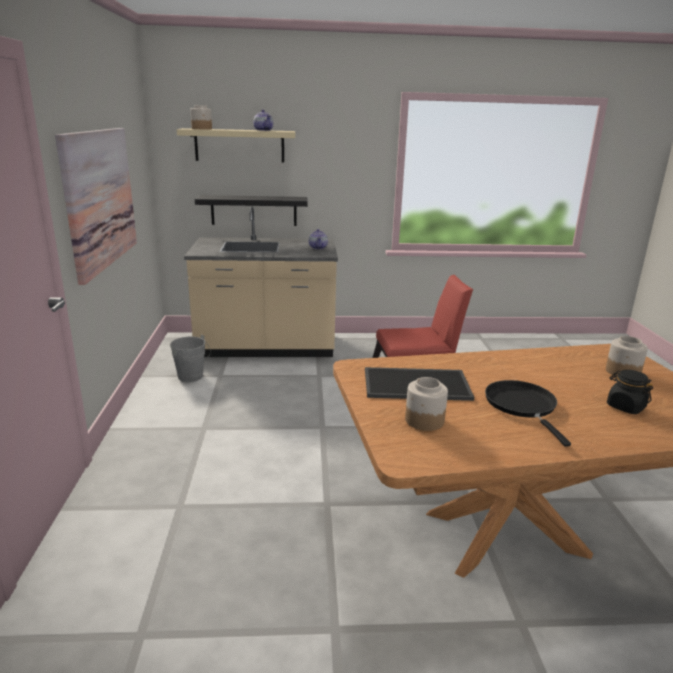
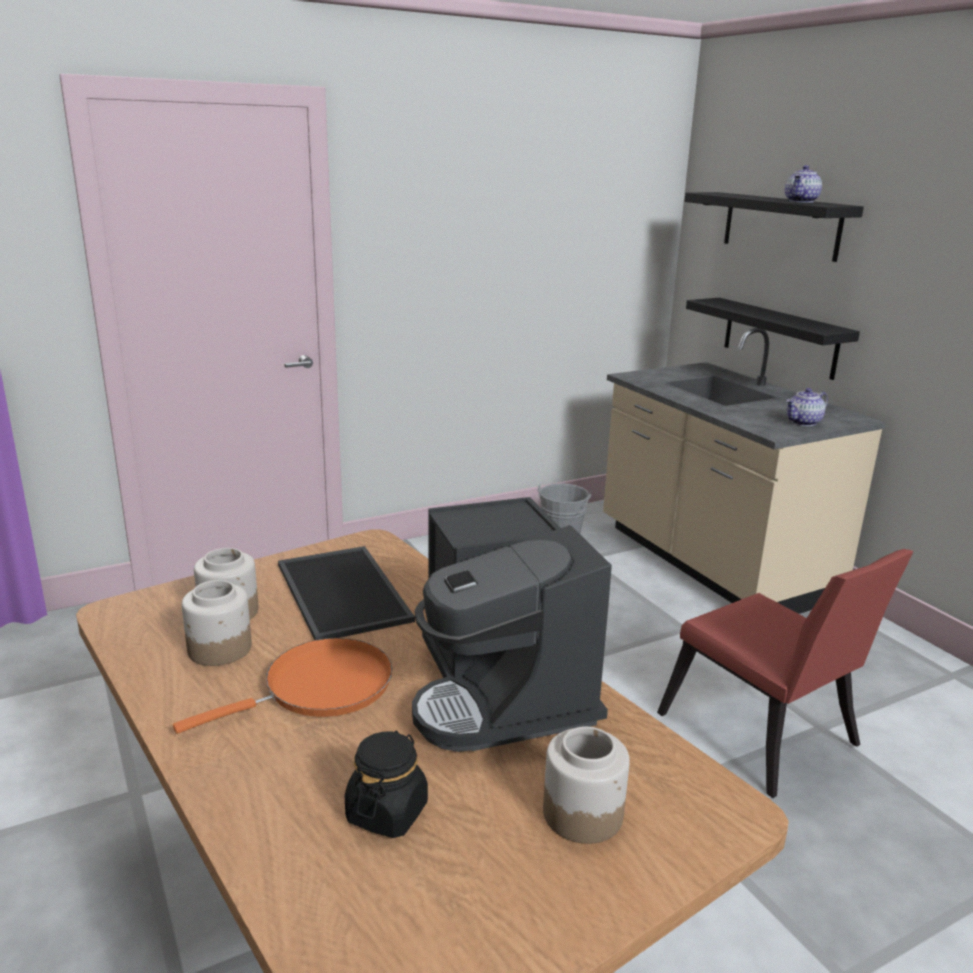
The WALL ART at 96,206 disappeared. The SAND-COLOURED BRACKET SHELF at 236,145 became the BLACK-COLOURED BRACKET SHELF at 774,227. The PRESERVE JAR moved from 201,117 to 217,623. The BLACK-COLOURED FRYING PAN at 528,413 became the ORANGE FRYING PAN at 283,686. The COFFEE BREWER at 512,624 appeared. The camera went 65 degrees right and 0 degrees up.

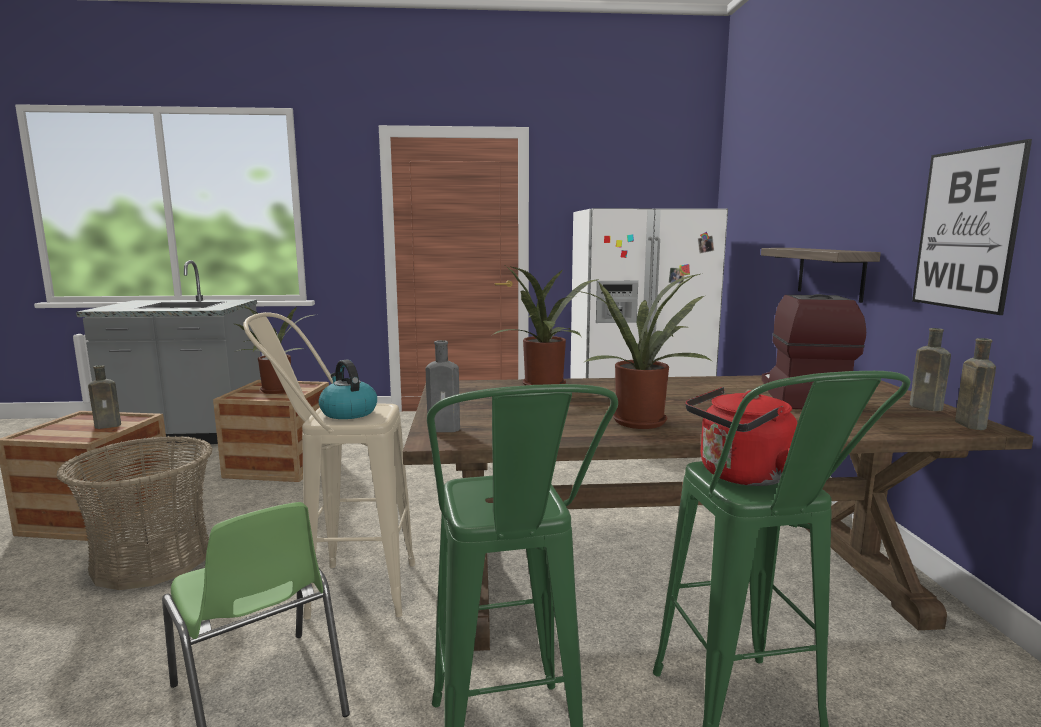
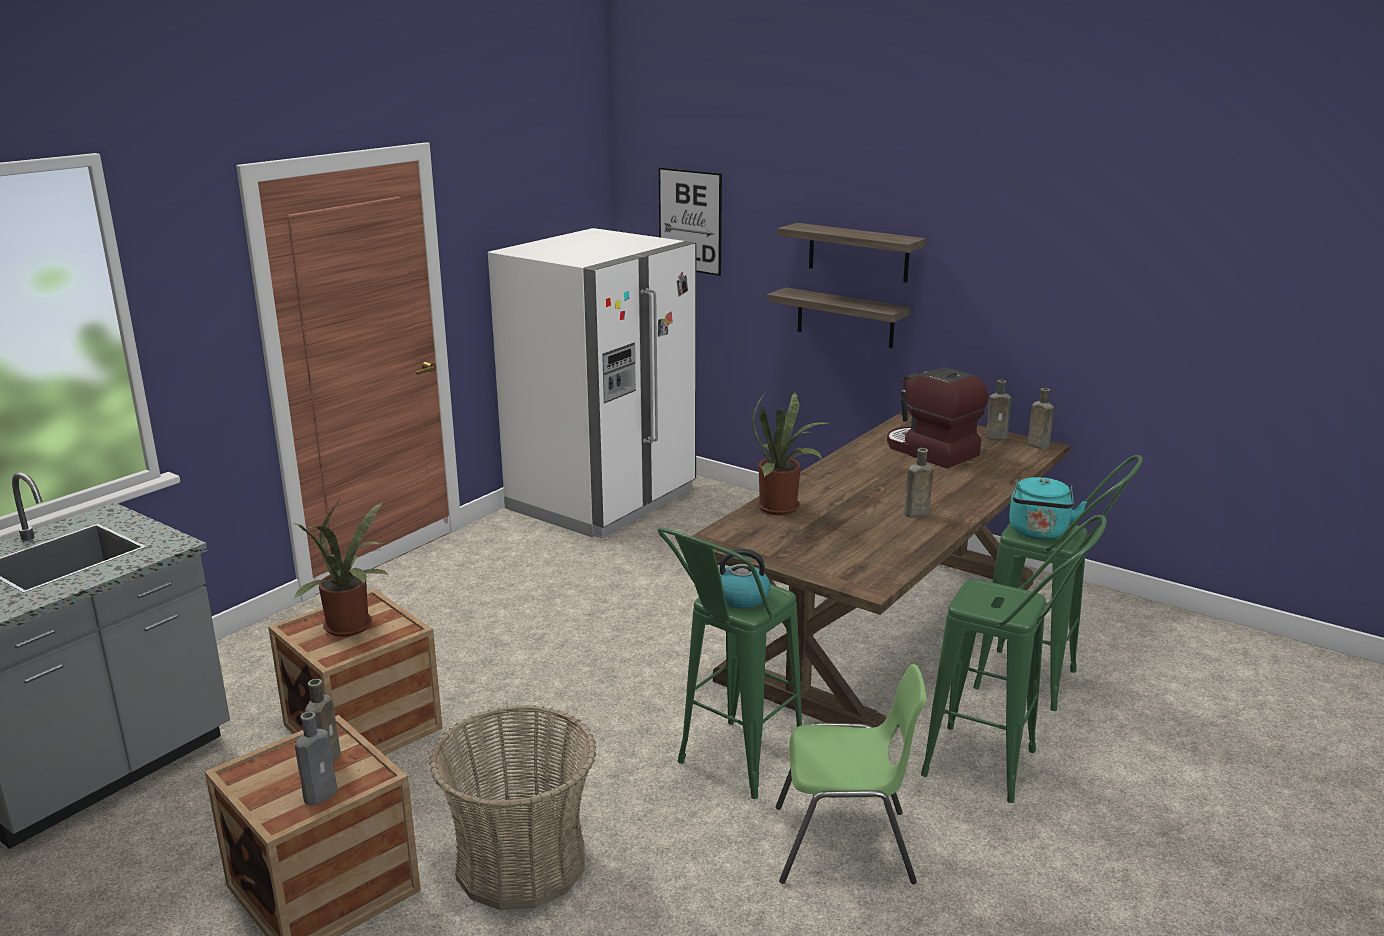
The SAND-COLOURED STOOL at 329,465 became the GREENISH STOOL at 730,663. The GREY BOTTLE moved from 443,386 to 316,758. The POTTED PLANT at 645,351 was replaced by the BROWN-COLOURED BOTTLE at 918,483. The REDDISH TEA KETTLE at 741,436 became the TURQUOISE TEA KETTLE at 1048,508. The WALL ART moved from 972,227 to 690,221. The BRACKET SHELF at 852,252 appeared. The camera went 50 degrees left and 10 degrees up.

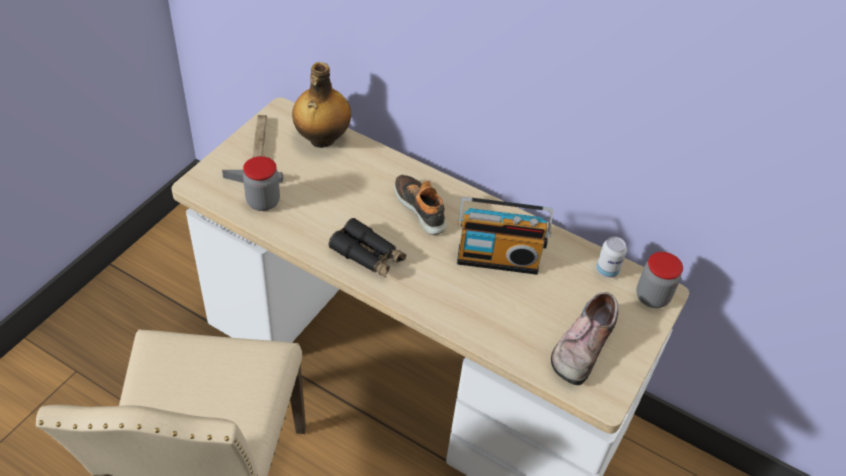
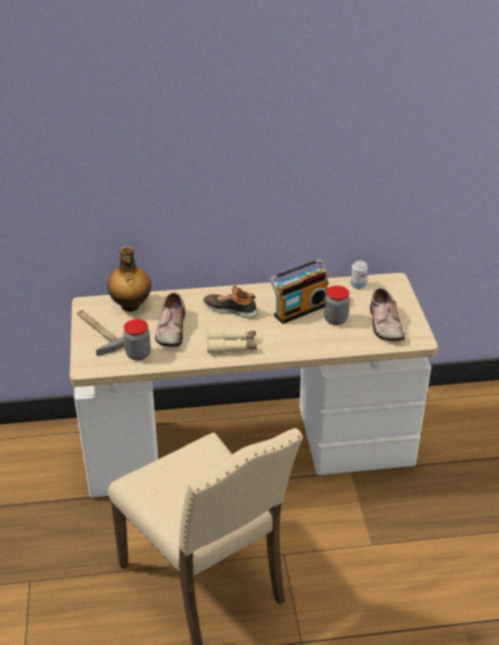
The BLACK-COLOURED PAIR OF BINOCULARS at 367,248 became the SAND-COLOURED PAIR OF BINOCULARS at 232,341. The PRESERVE JAR moved from 659,280 to 337,305. The LOW SHOE at 170,320 appeared. The camera went 35 degrees left and 10 degrees down.

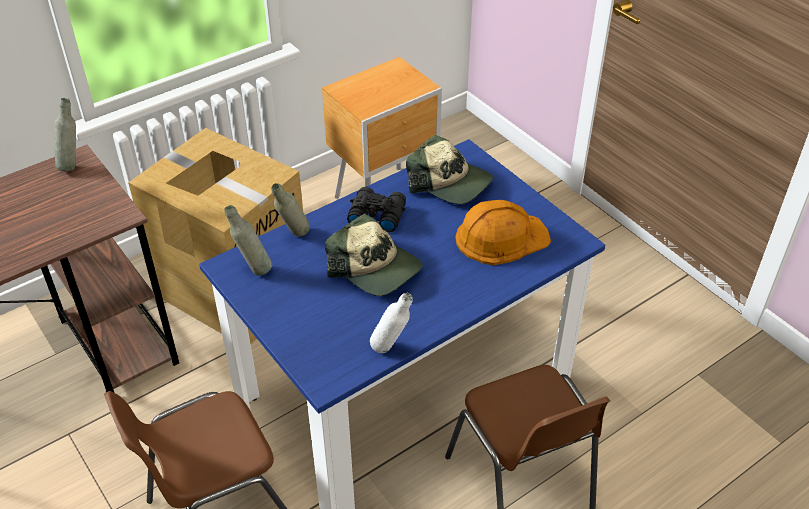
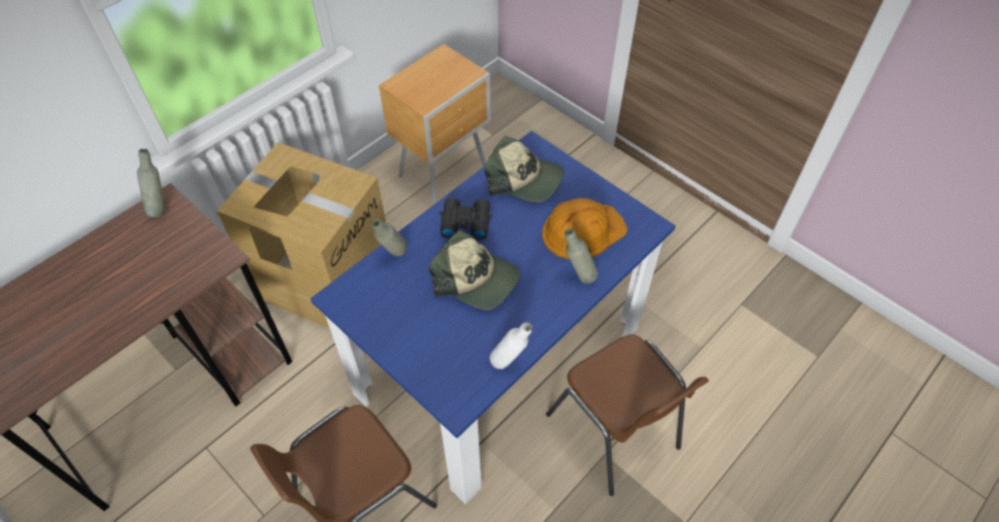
The GREY BOTTLE moved from 248,240 to 581,256. The camera went 10 degrees left and 10 degrees up.

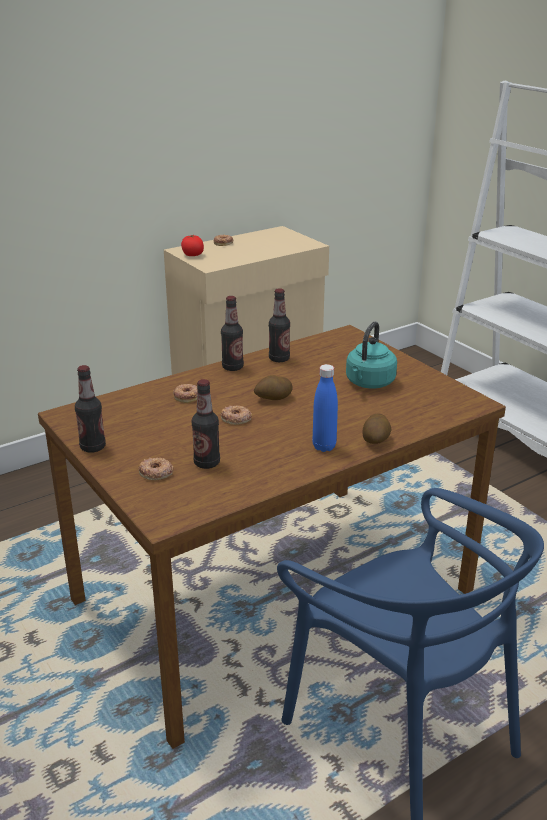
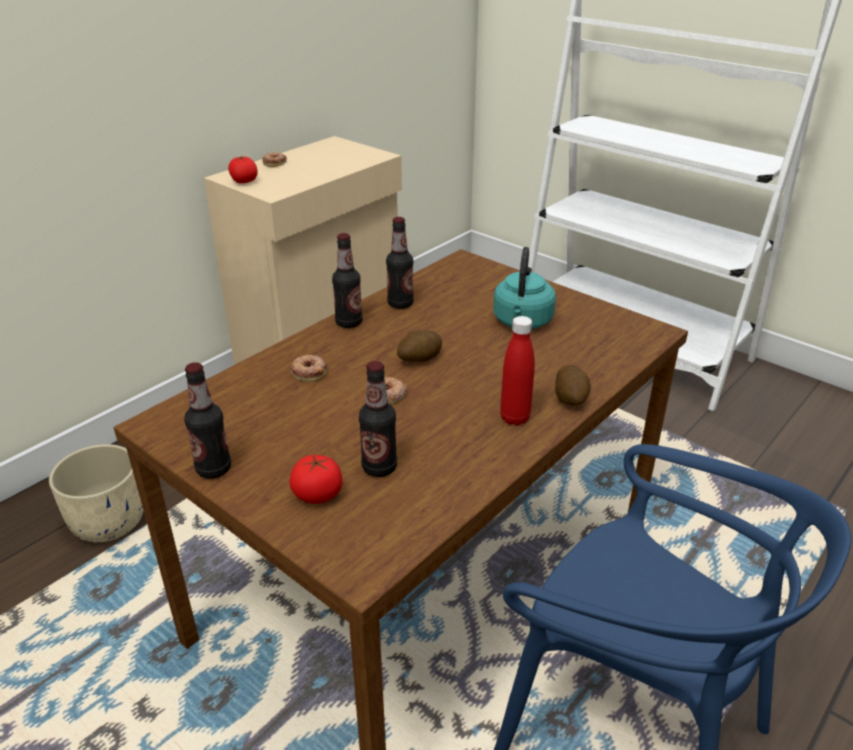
The DONUT at 156,469 was replaced by the TOMATO at 315,479. The BLUE-COLOURED BOTTLE at 325,408 became the REDDISH BOTTLE at 517,371. The SAND-COLOURED FLOWER POT at 96,493 appeared. The camera went 15 degrees left and 5 degrees up.

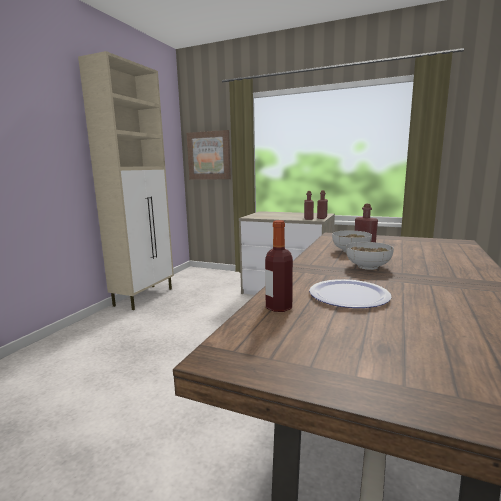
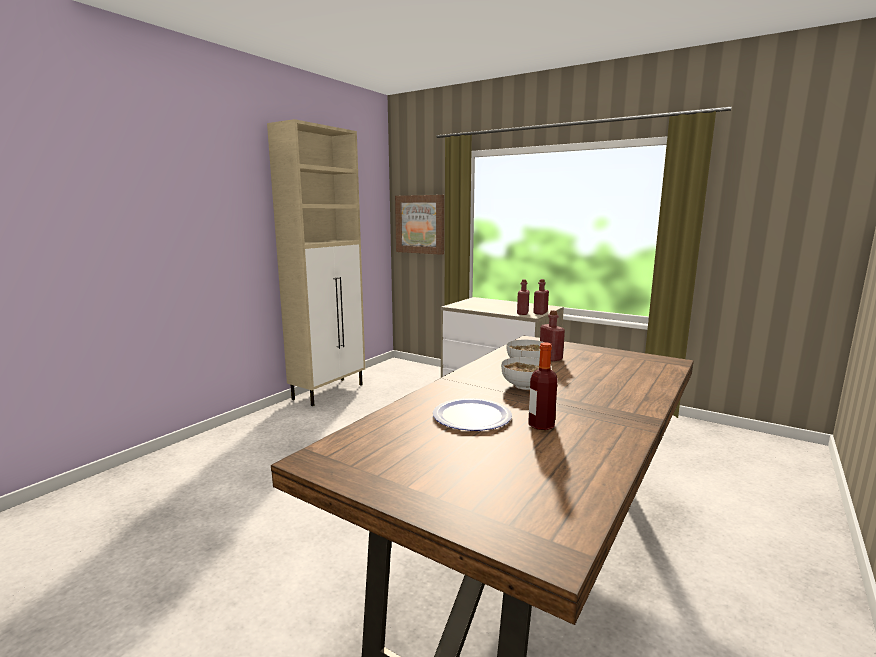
The BOTTLE moved from 279,266 to 543,386. The camera went 10 degrees right and 0 degrees up.

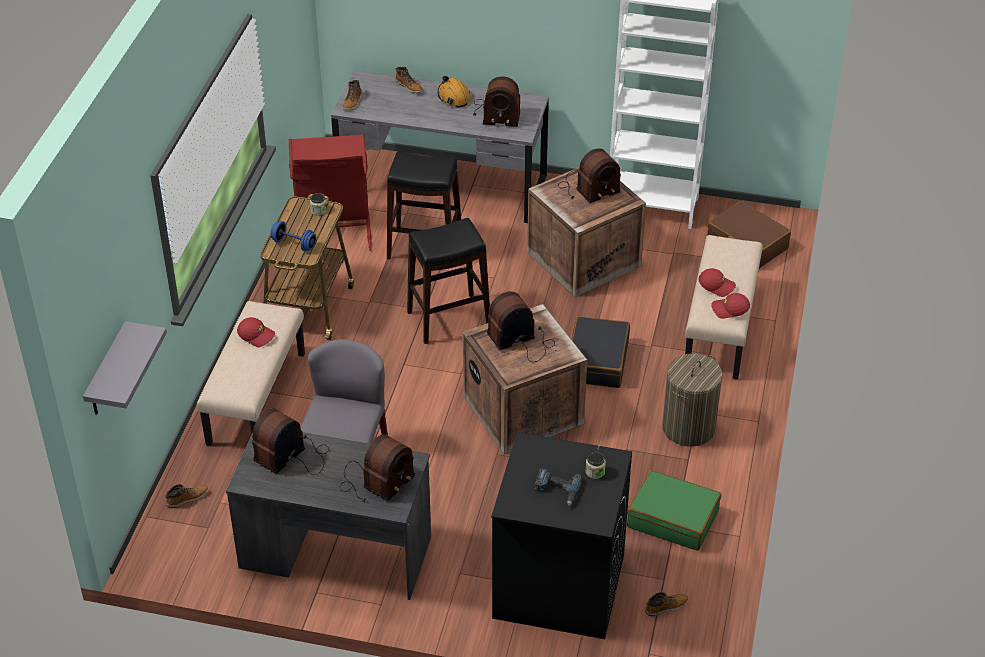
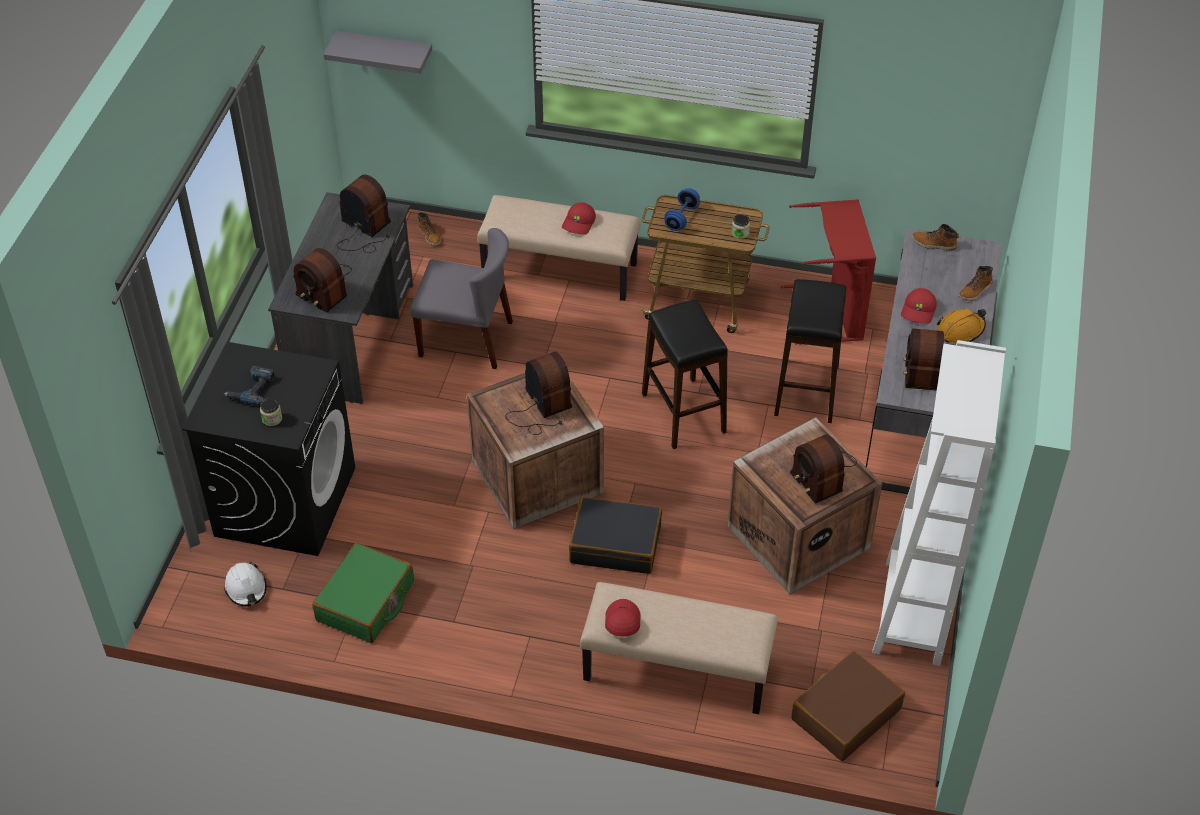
The BOOT at 667,604 was replaced by the WHITE WORK HELMET at 245,584. The HAMPER at 692,400 disappeared. The REDDISH BASEBALL CAP moved from 717,282 to 919,306. The camera went 90 degrees right and 5 degrees up.

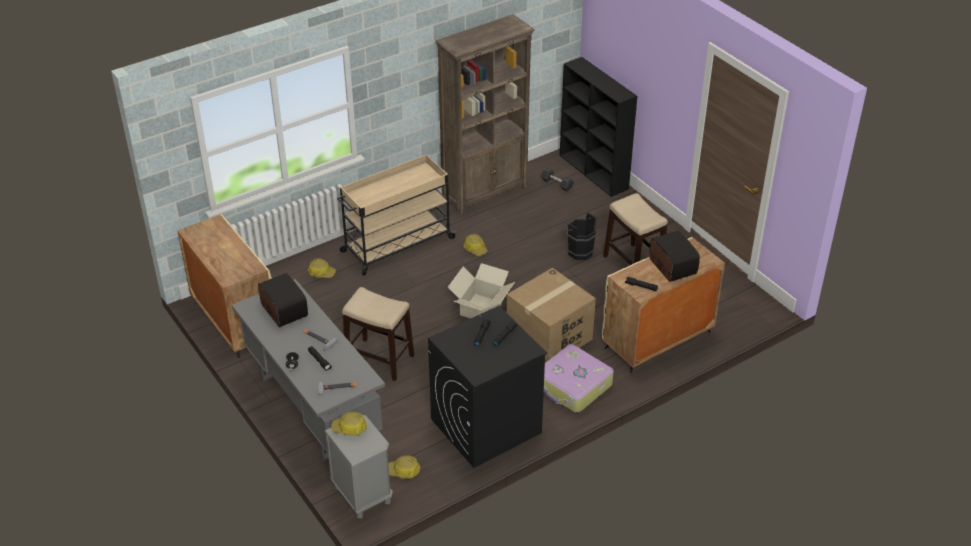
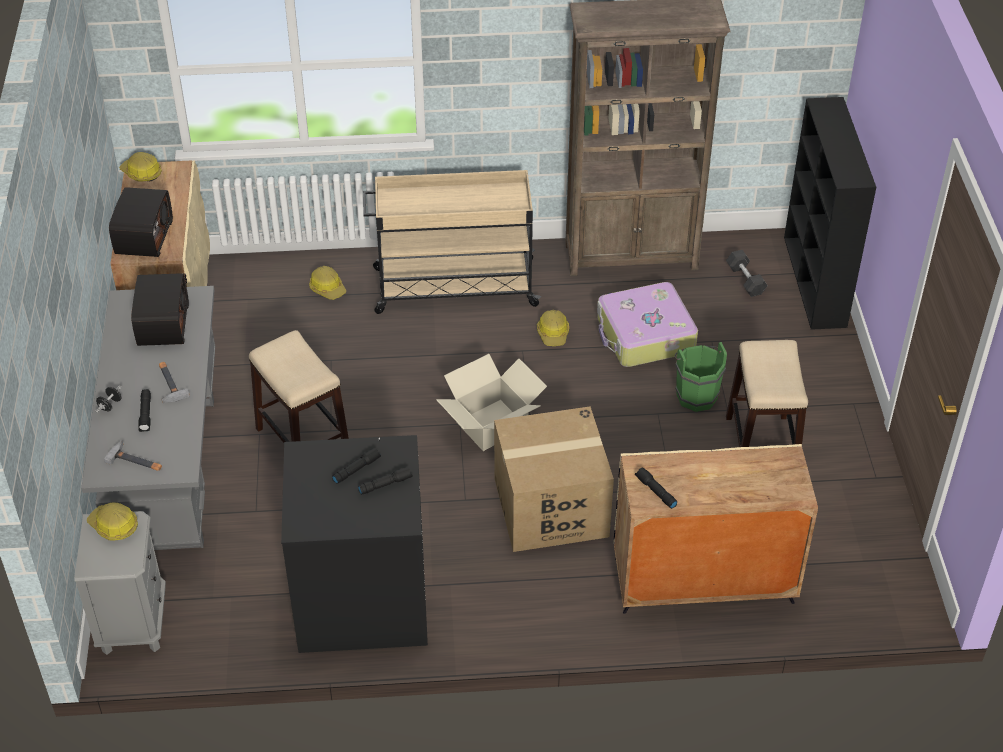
The WORK HELMET moved from 404,467 to 140,167. The SUITCASE moved from 579,378 to 647,324. The BLACK-COLOURED PAIL at 580,236 became the GREENISH PAIL at 700,377. The RADIO SET moved from 674,256 to 141,222. The camera went 30 degrees right and 5 degrees up.

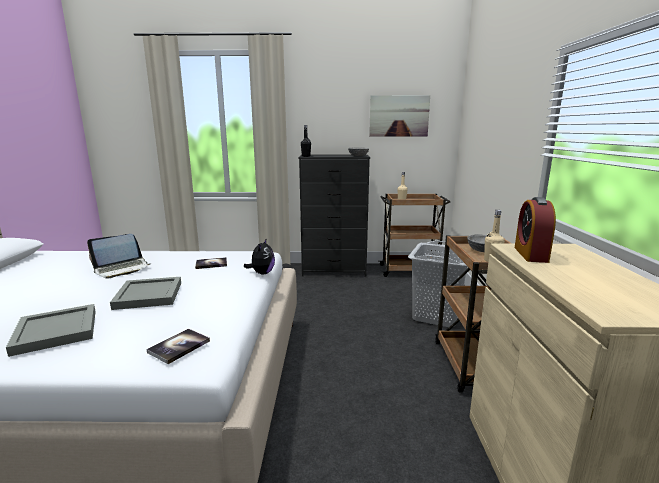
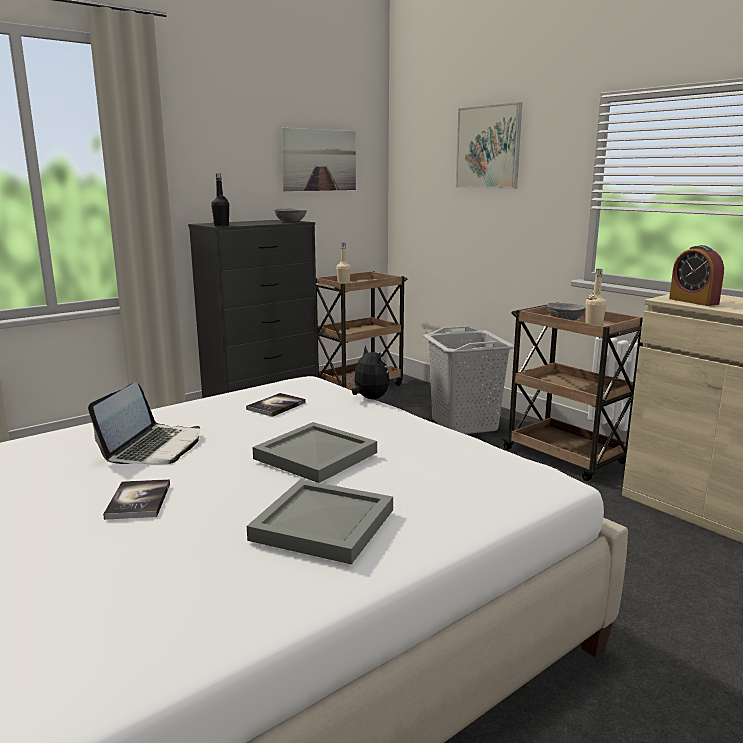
The VOLUME moved from 178,346 to 136,499. The WALL ART at 489,145 appeared. The camera went 40 degrees left and 0 degrees up.

